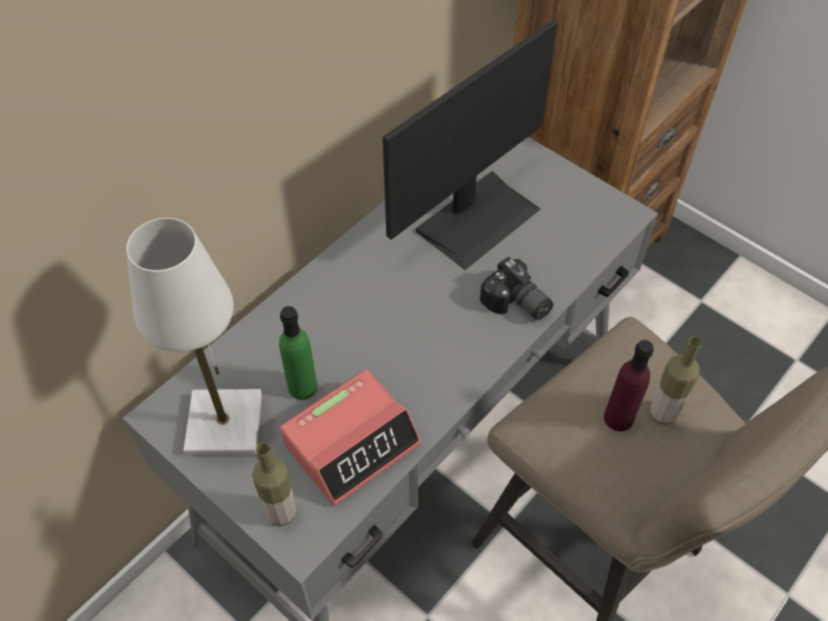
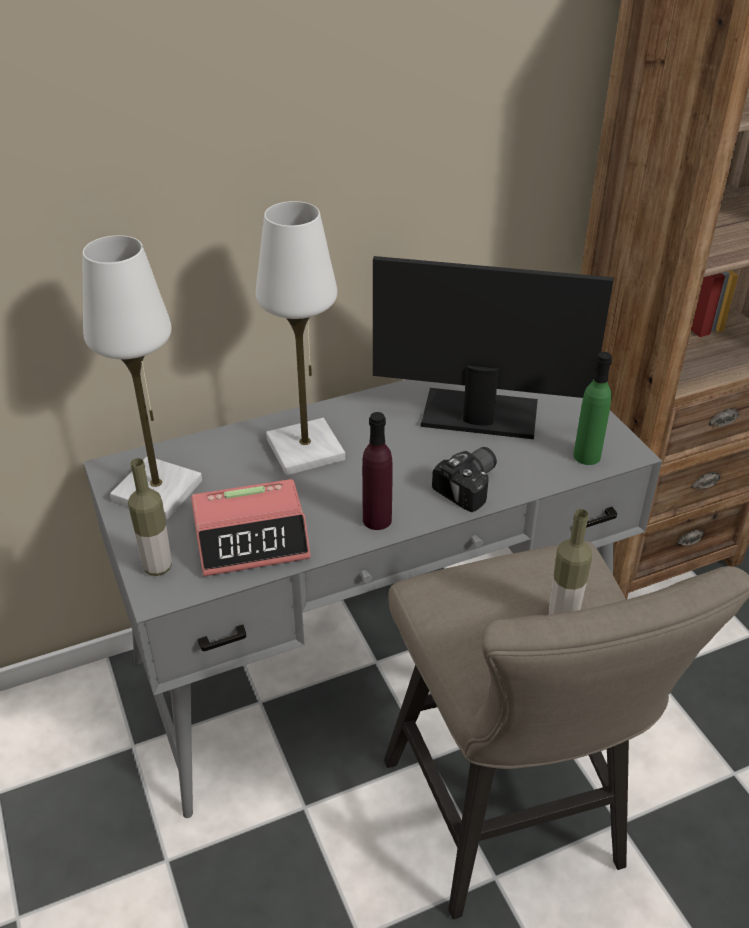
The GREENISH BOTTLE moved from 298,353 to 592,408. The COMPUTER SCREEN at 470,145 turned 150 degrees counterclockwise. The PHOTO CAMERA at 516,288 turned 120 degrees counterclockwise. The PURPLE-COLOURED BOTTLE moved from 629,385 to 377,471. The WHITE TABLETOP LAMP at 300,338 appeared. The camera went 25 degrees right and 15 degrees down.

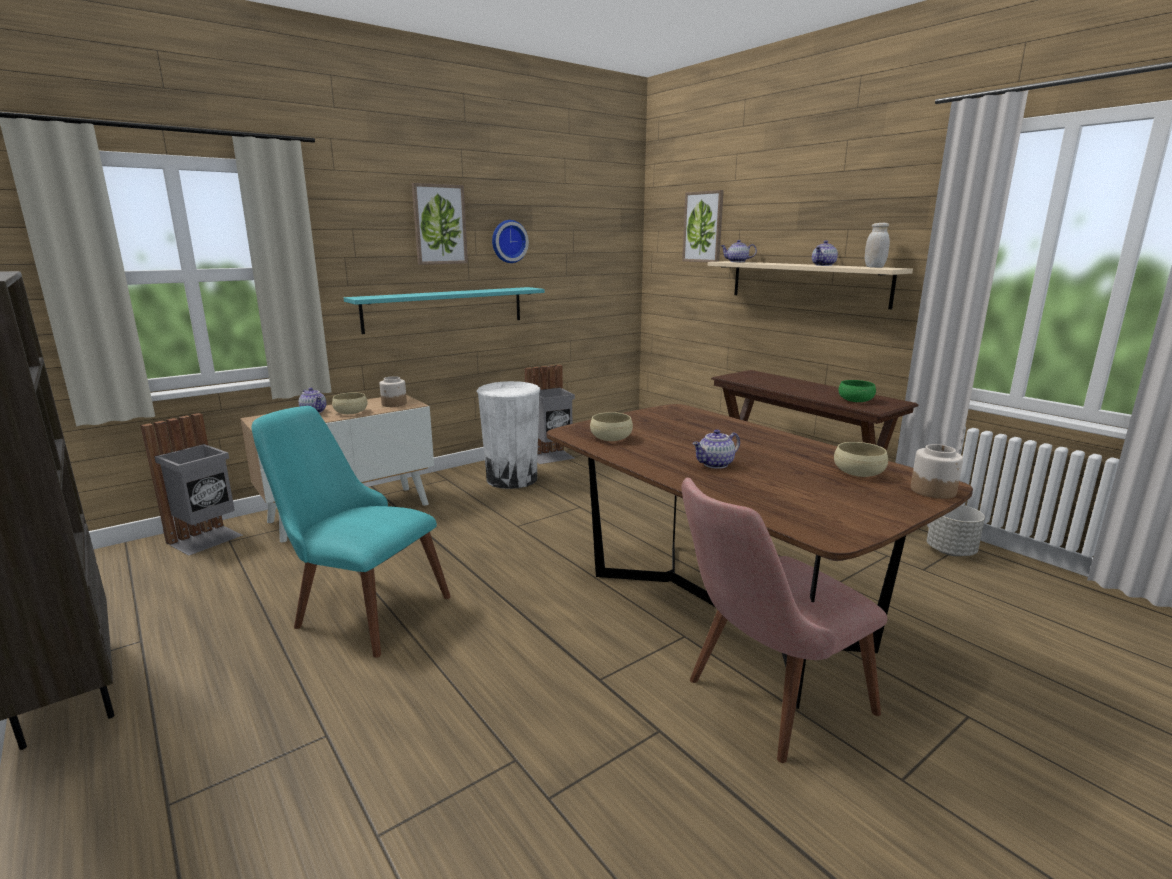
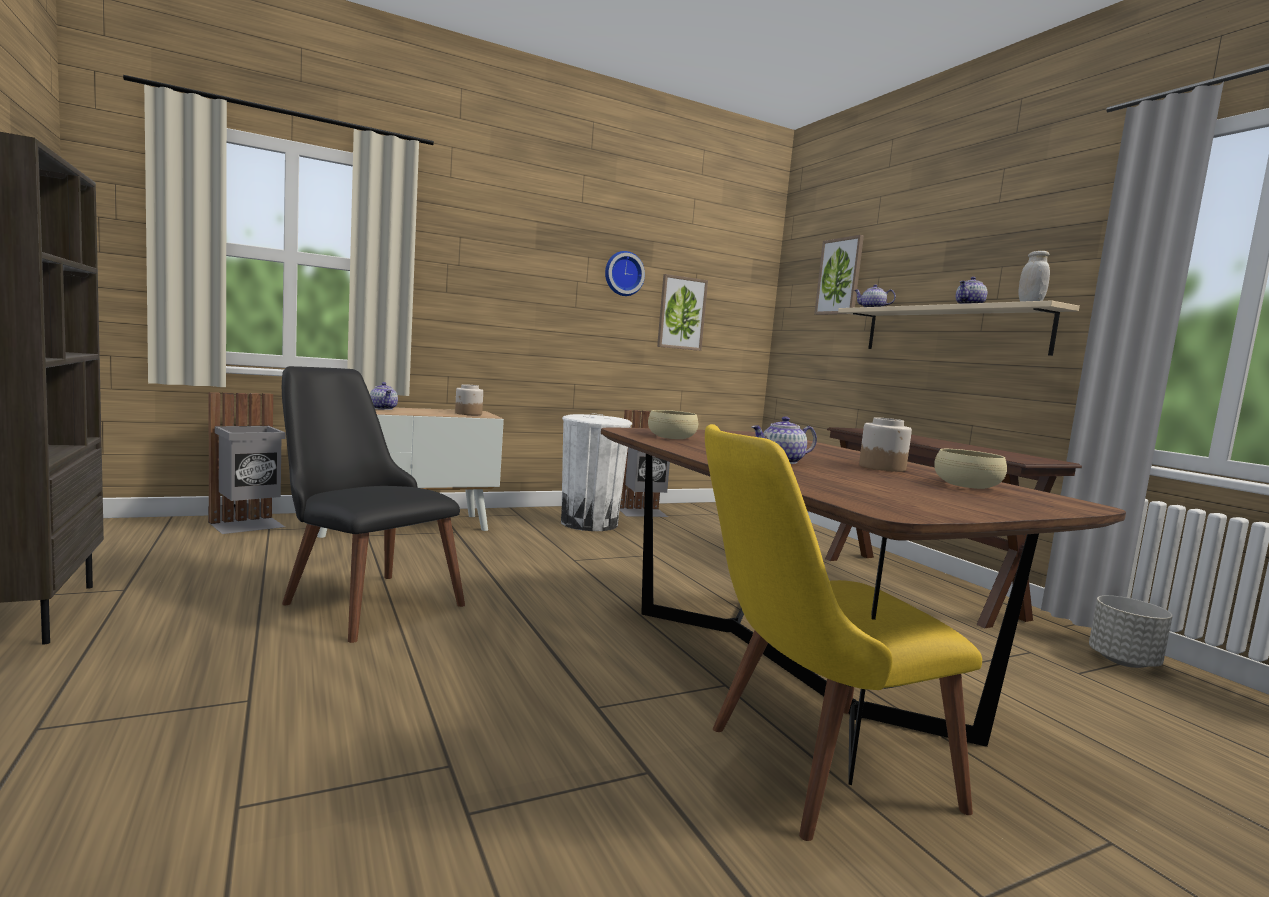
The TURQUOISE UPRIGHT CHAIR at 351,532 became the BLACK-COLOURED UPRIGHT CHAIR at 373,504. The SAND-COLOURED SERVING BOWL at 350,403 disappeared. The TURQUOISE BRACKET SHELF at 444,310 disappeared. The WALL ART moved from 440,224 to 682,312. The PINK UPRIGHT CHAIR at 784,620 became the YELLOWISH UPRIGHT CHAIR at 843,632. The GREENISH SERVING BOWL at 857,391 disappeared. The PRESERVE JAR moved from 937,471 to 885,444. The camera went 10 degrees right and 10 degrees down.

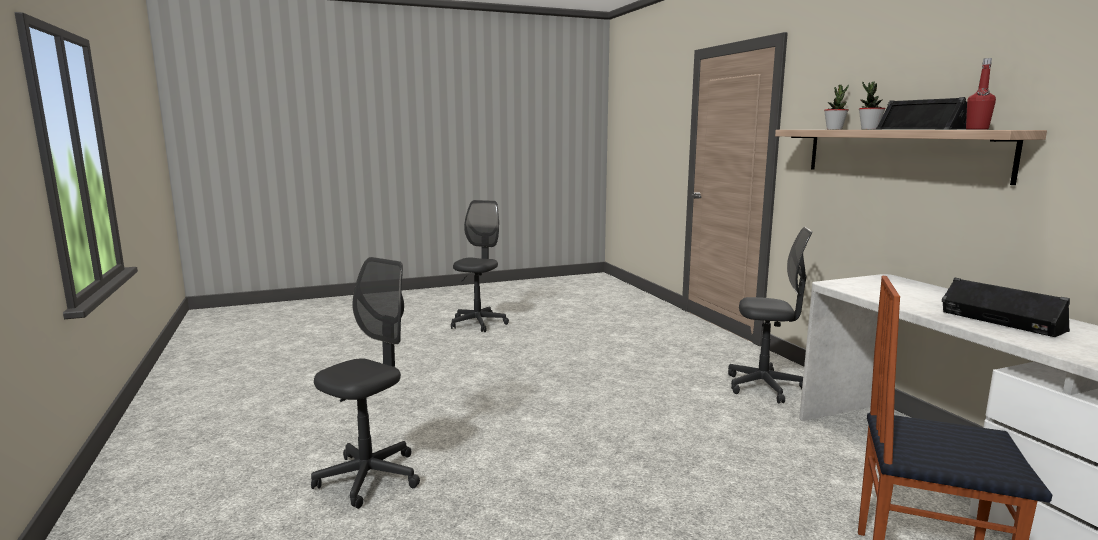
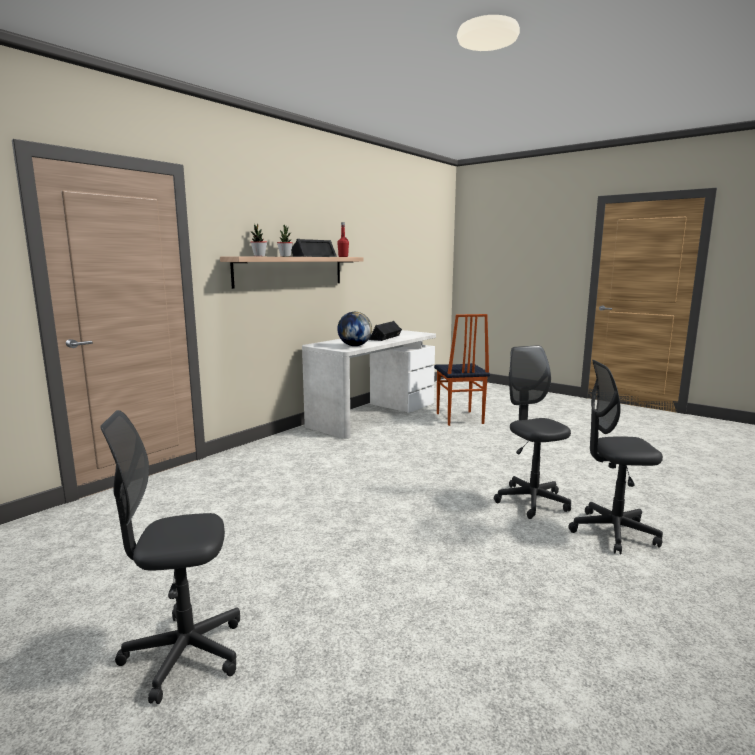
The GREY OFFICE CHAIR moved from 770,315 to 532,432. The DESK GLOBE at 354,329 appeared. The camera went 120 degrees left and 0 degrees up.

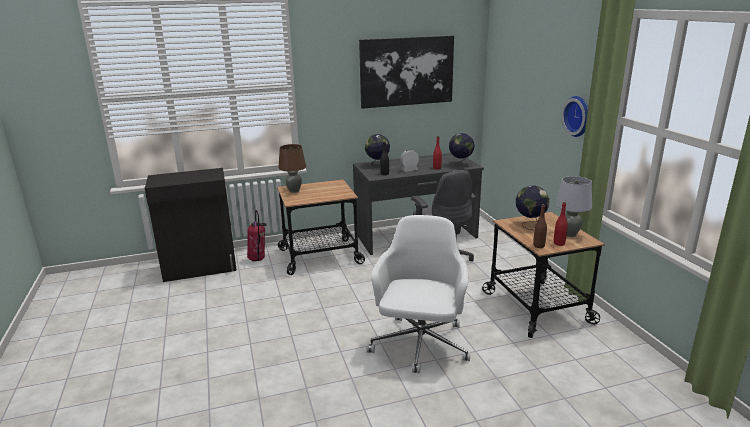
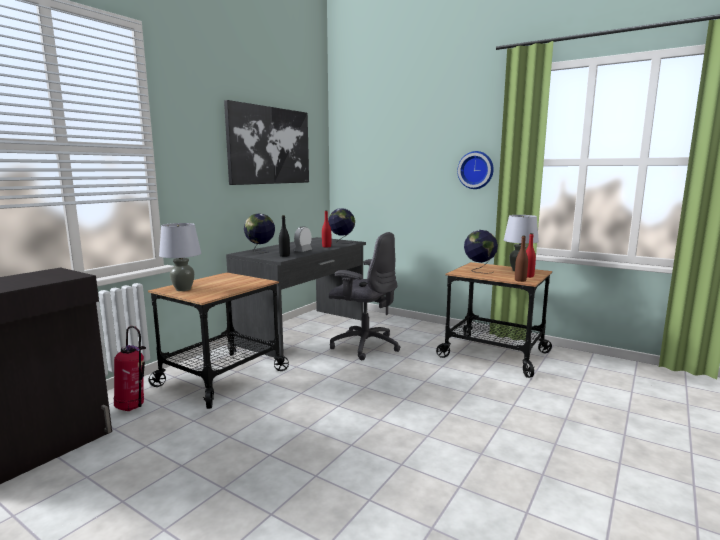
The BROWN-COLOURED TABLETOP LAMP at 292,168 became the GREY TABLETOP LAMP at 180,257. The WHITE OFFICE CHAIR at 418,294 disappeared. The camera went 40 degrees left and 10 degrees down.

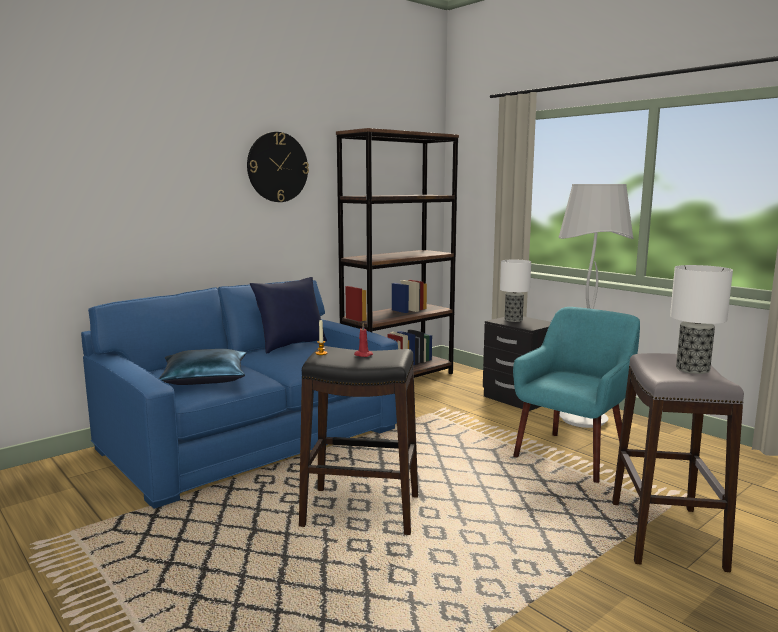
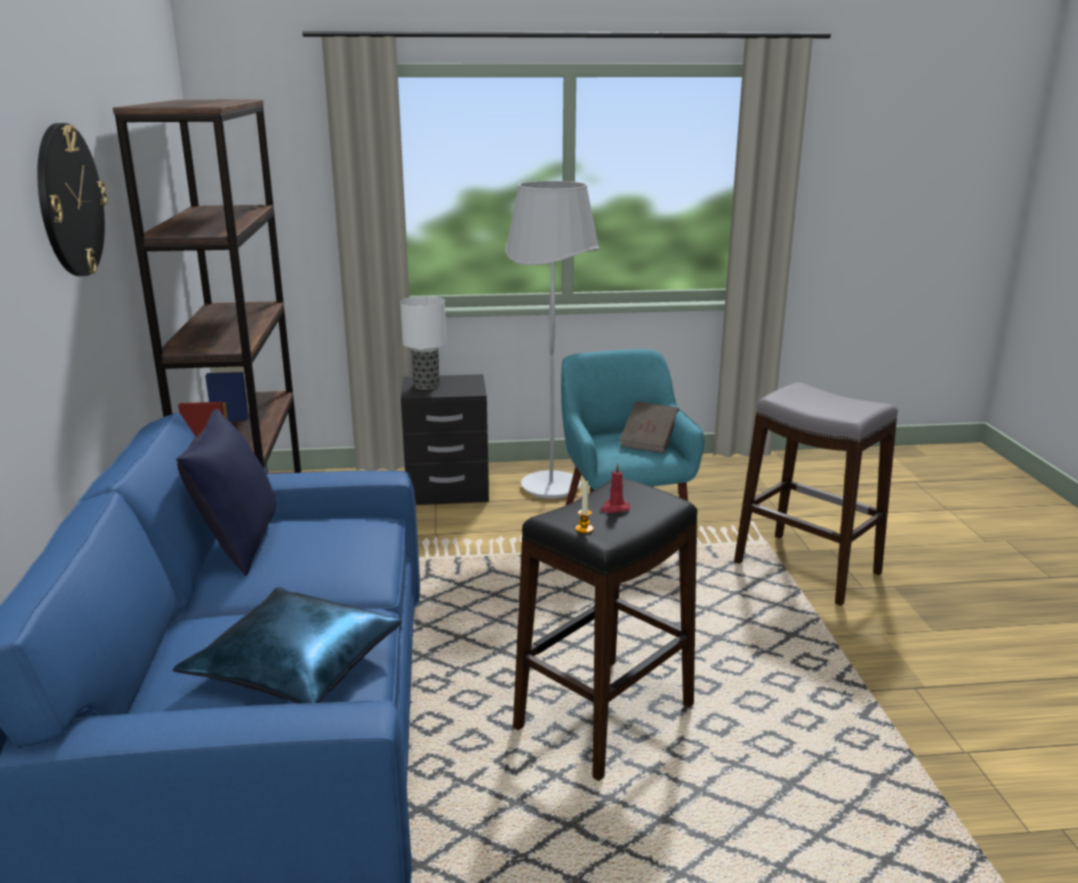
The TABLETOP LAMP at 701,319 disappeared. The BROWN-COLOURED VOLUME at 649,427 appeared. The camera went 55 degrees left and 10 degrees up.

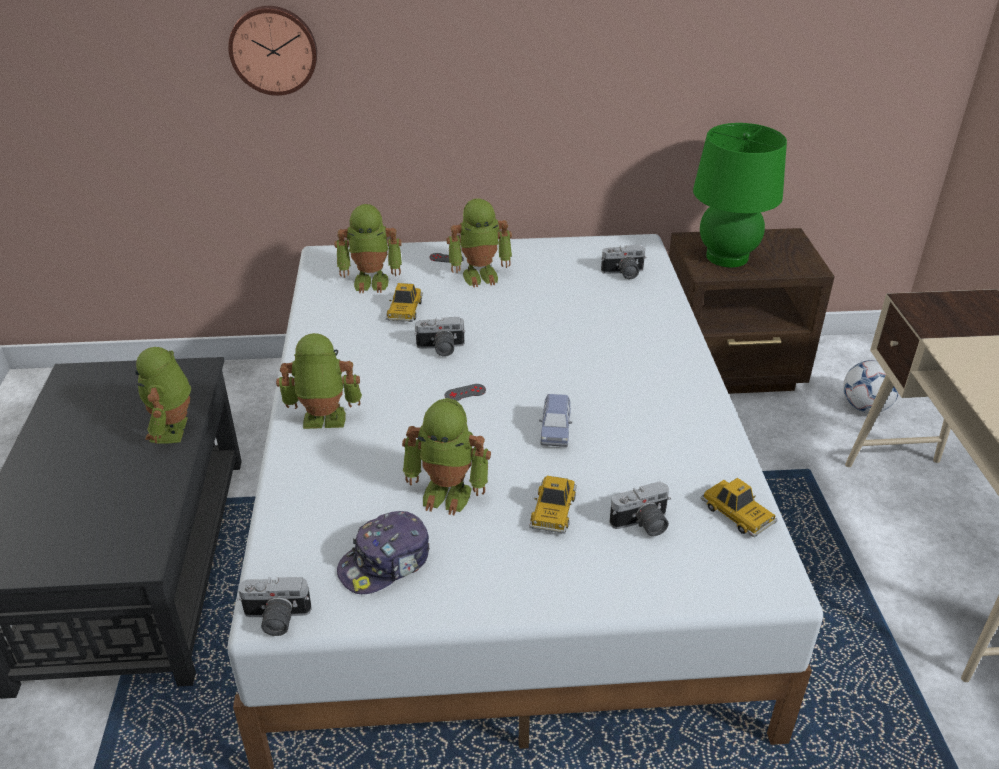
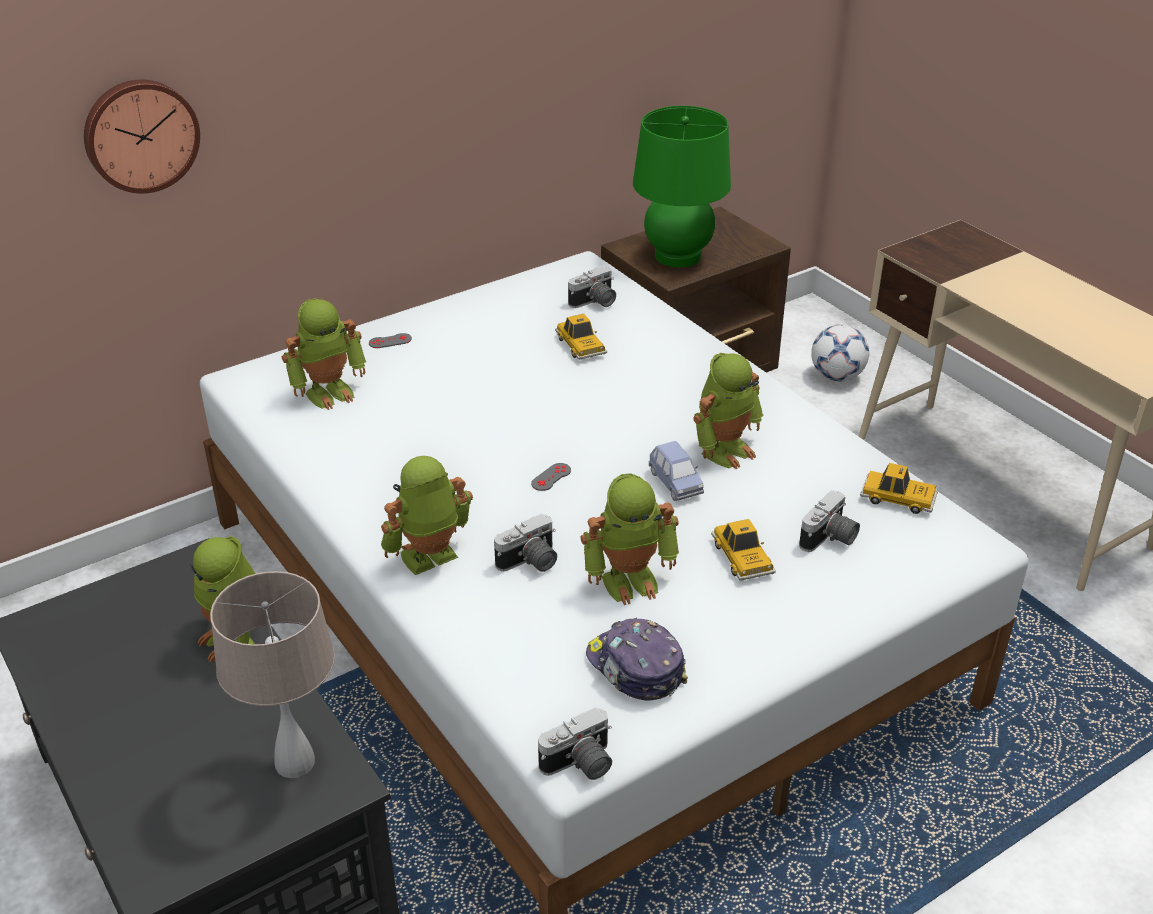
The BASEBALL CAP at 383,552 turned 120 degrees clockwise. The MINIATURE CAR moved from 404,302 to 581,337. The PHOTO CAMERA moved from 440,337 to 525,542. The MODEL ROBOT moved from 479,243 to 728,411. The SAND-COLOURED TABLETOP LAMP at 272,674 appeared. The camera went 30 degrees left and 0 degrees up.

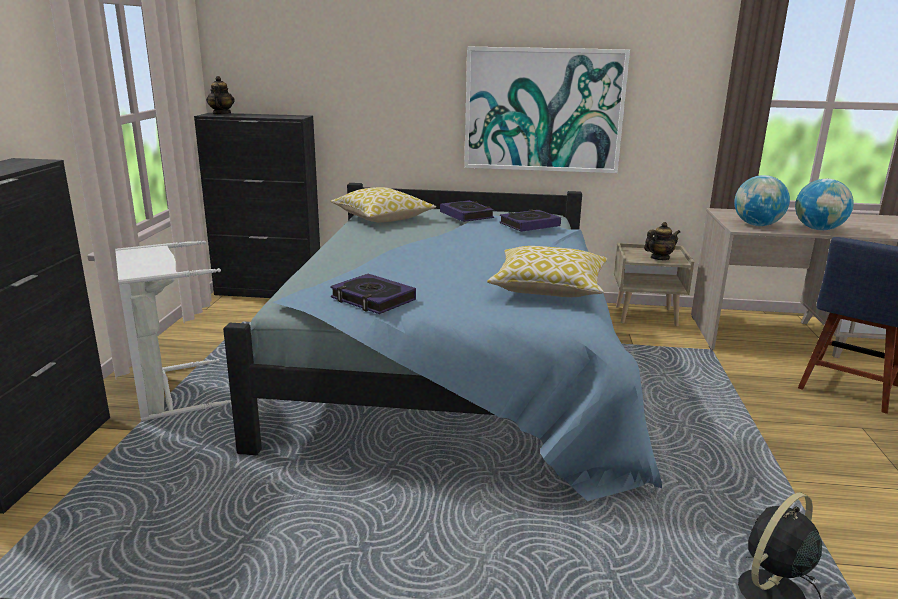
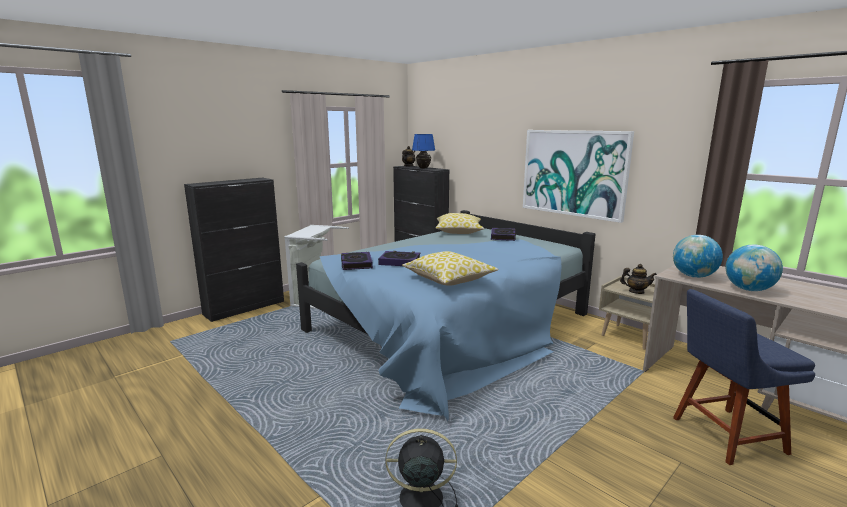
The VOLUME moved from 530,221 to 399,258. The BLUE-COLOURED TABLETOP LAMP at 423,151 appeared. The camera went 40 degrees right and 5 degrees down.

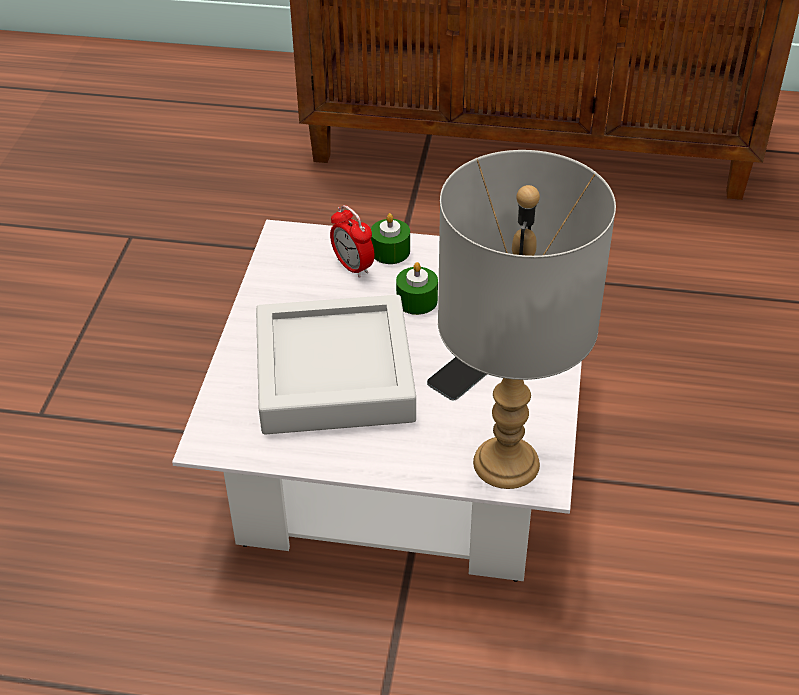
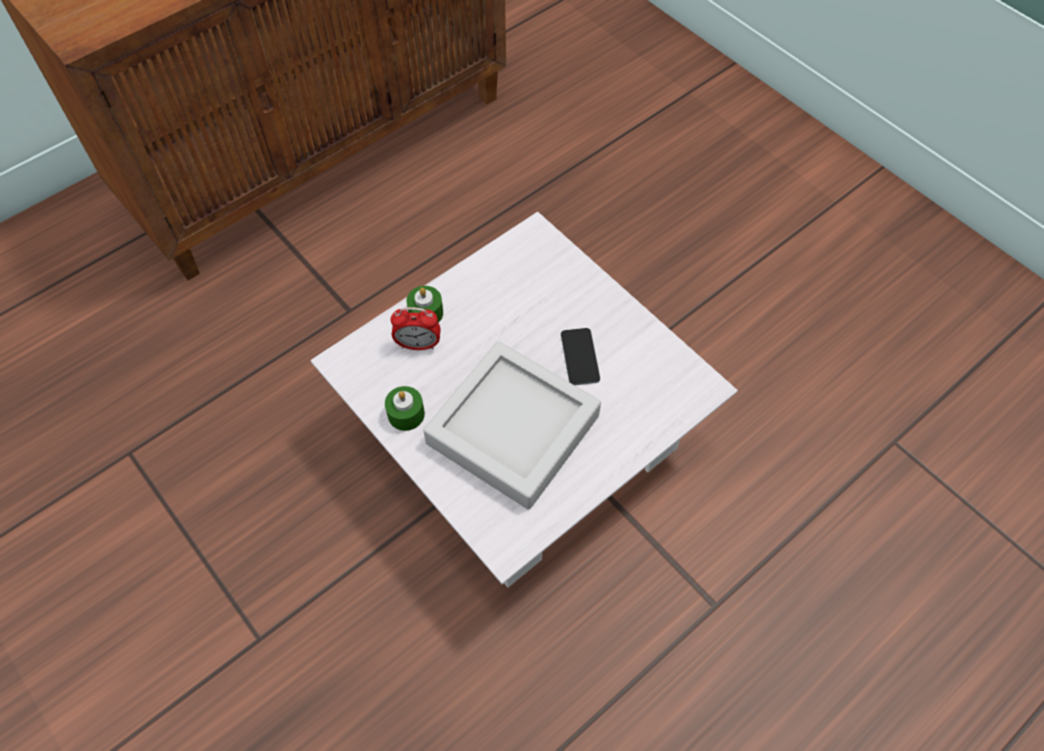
The GREENISH WAX CANDLE moved from 417,288 to 405,408. The GREY TABLETOP LAMP at 527,319 disappeared. The camera went 50 degrees left and 15 degrees up.

